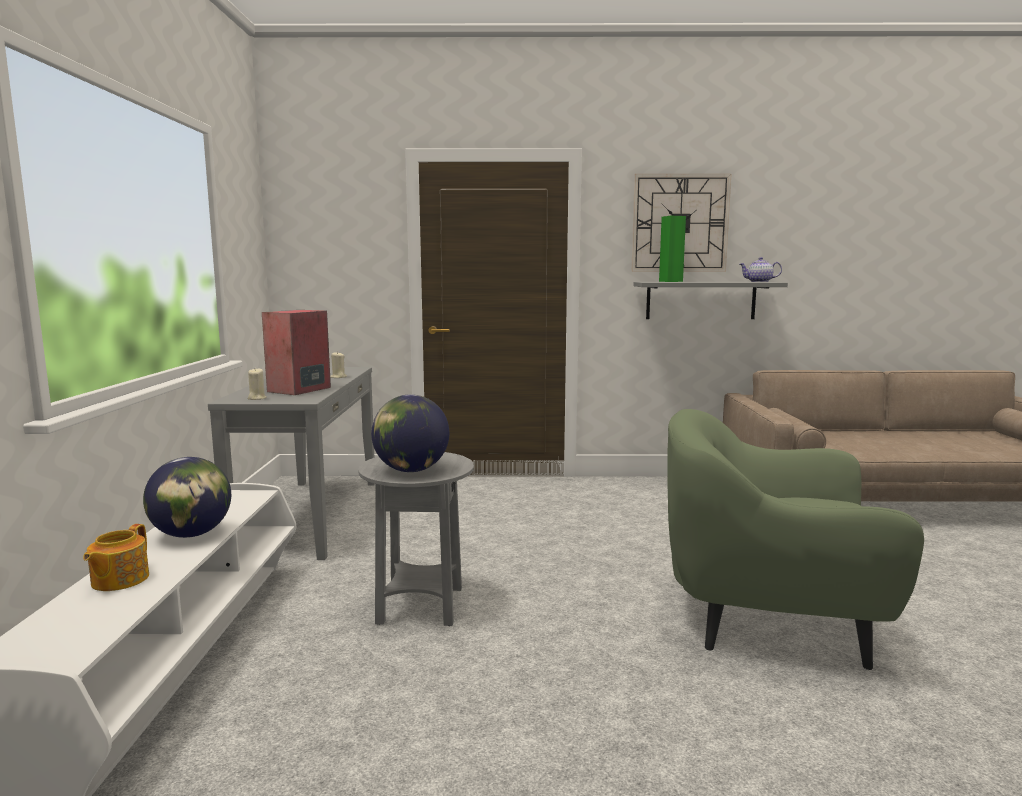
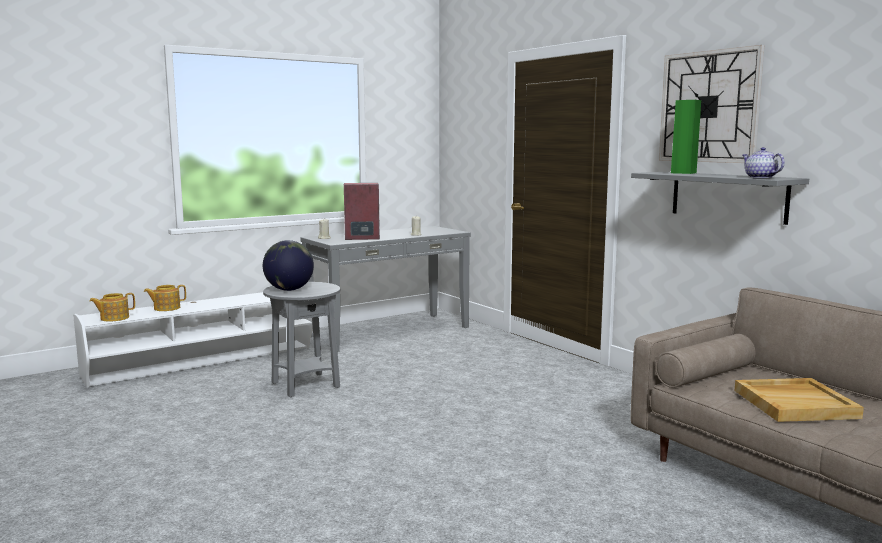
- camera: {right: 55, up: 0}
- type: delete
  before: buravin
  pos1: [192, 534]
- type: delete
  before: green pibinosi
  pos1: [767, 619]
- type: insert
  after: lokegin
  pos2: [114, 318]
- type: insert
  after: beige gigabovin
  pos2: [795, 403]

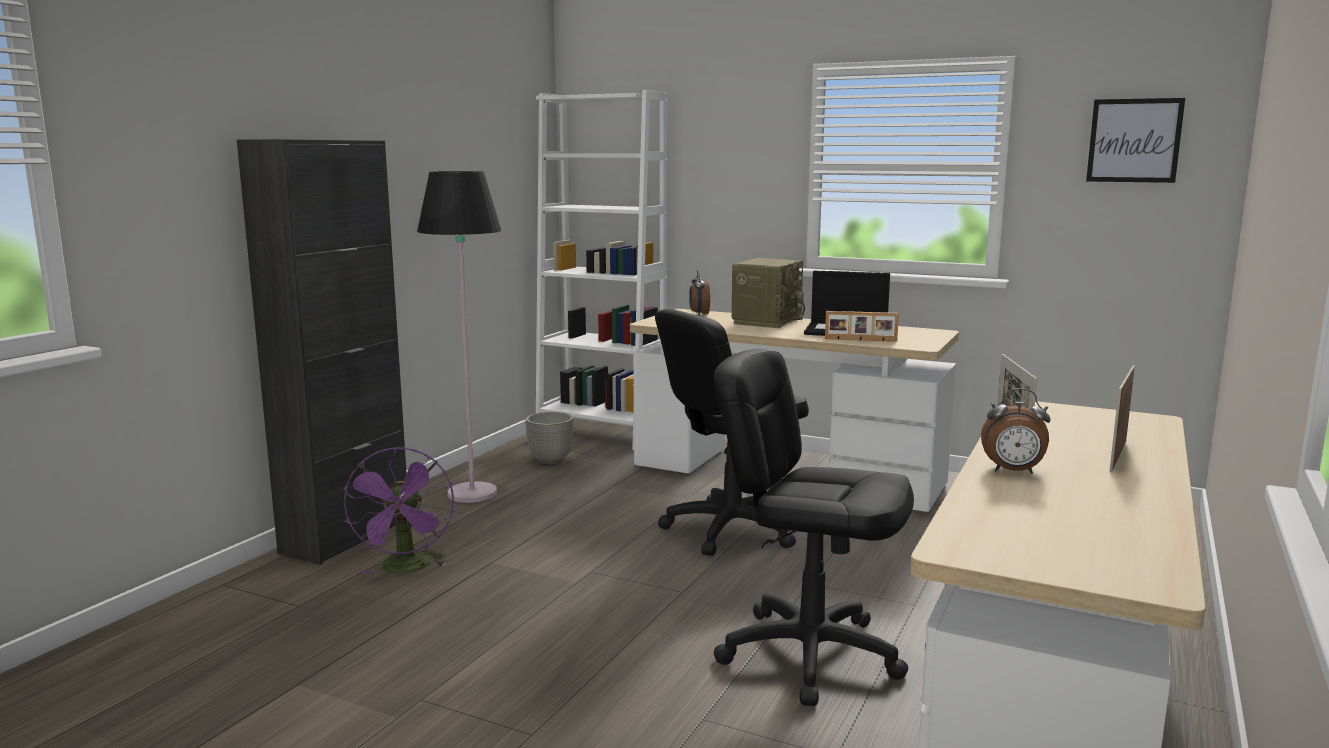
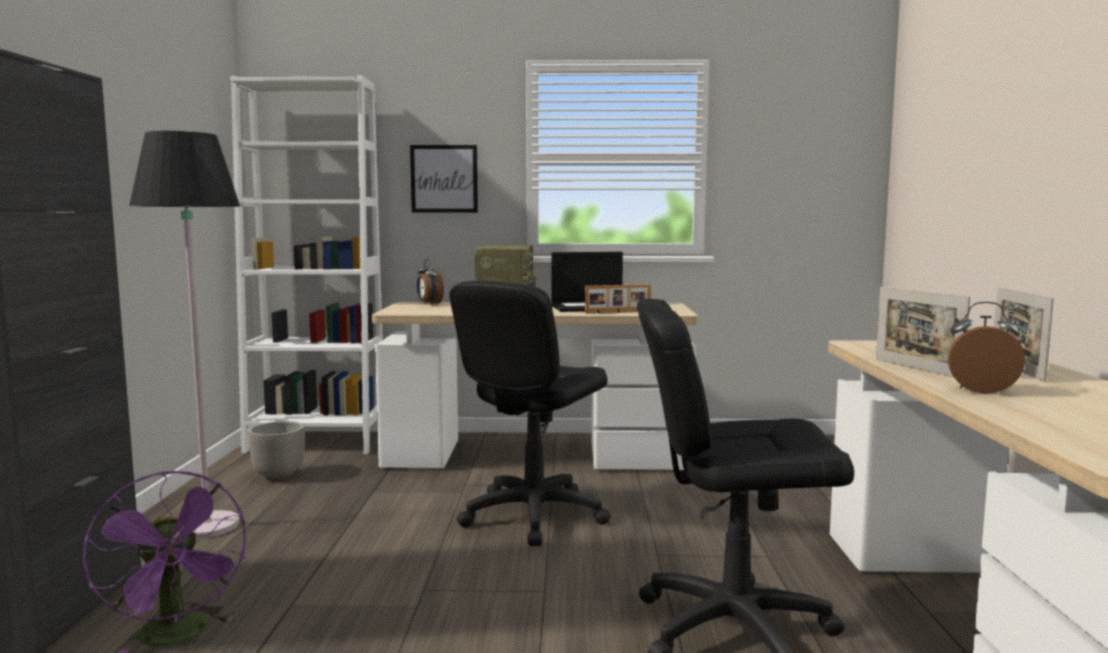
- camera: {right: -25, up: -5}
- type: rotate
  before: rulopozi
  pos1: [1013, 471]
  pos2: [980, 390]
  turn: -150
- type: move
  before: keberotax
  pos1: [1134, 140]
  pos2: [444, 179]

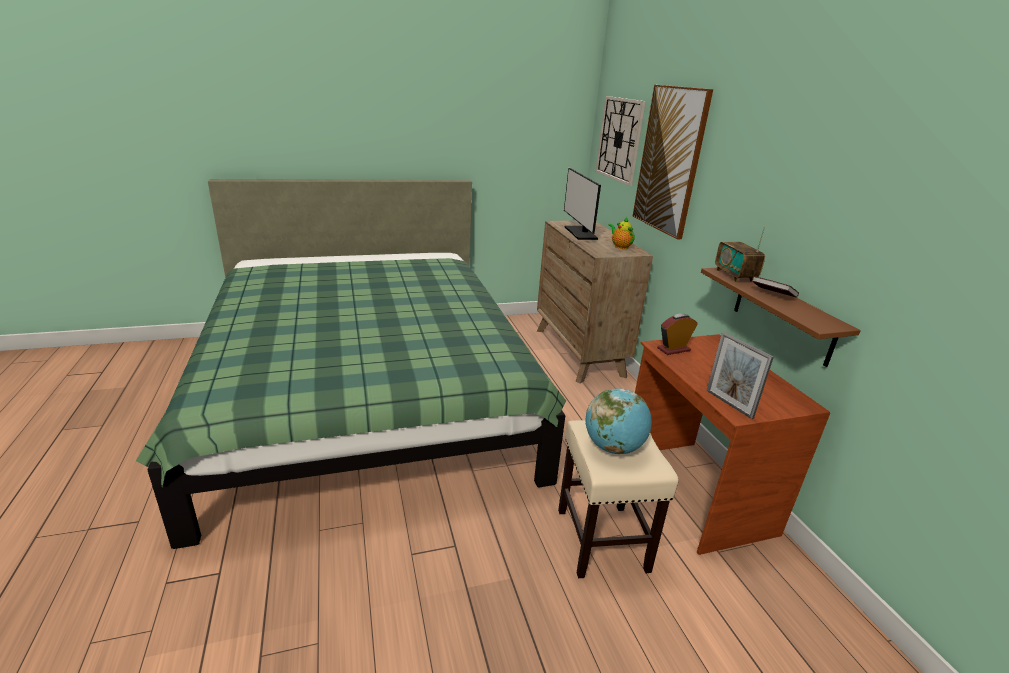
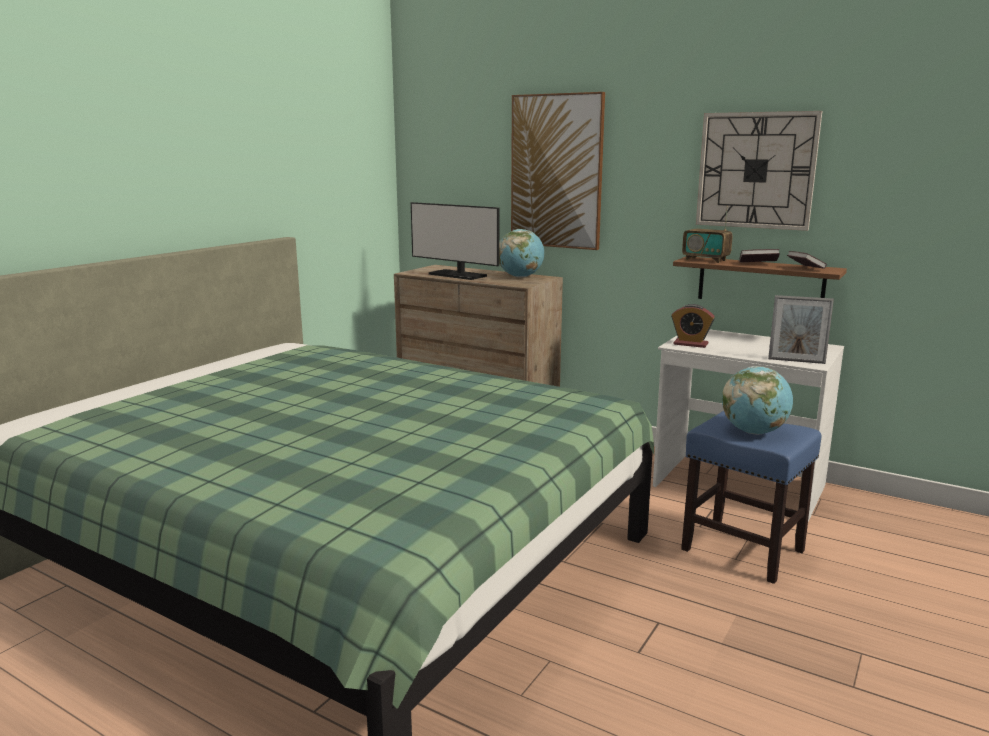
- camera: {right: -40, up: -10}
- type: recolor
  before: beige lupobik
  after: blue lupobik
  pos1: [601, 538]
  pos2: [741, 550]
- type: move
  before: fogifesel
  pos1: [619, 139]
  pos2: [756, 170]
- type: replace
  before: lokegin
  after: buravin
  pos1: [620, 246]
  pos2: [520, 277]
- type: recolor
  before: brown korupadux
  after: white korupadux
  pos1: [693, 491]
  pos2: [738, 486]
- type: rotate
  before: rulopozi
  pos1: [673, 349]
  pos2: [690, 344]
  turn: -90
- type: insert
  after: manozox
  pos2: [805, 268]

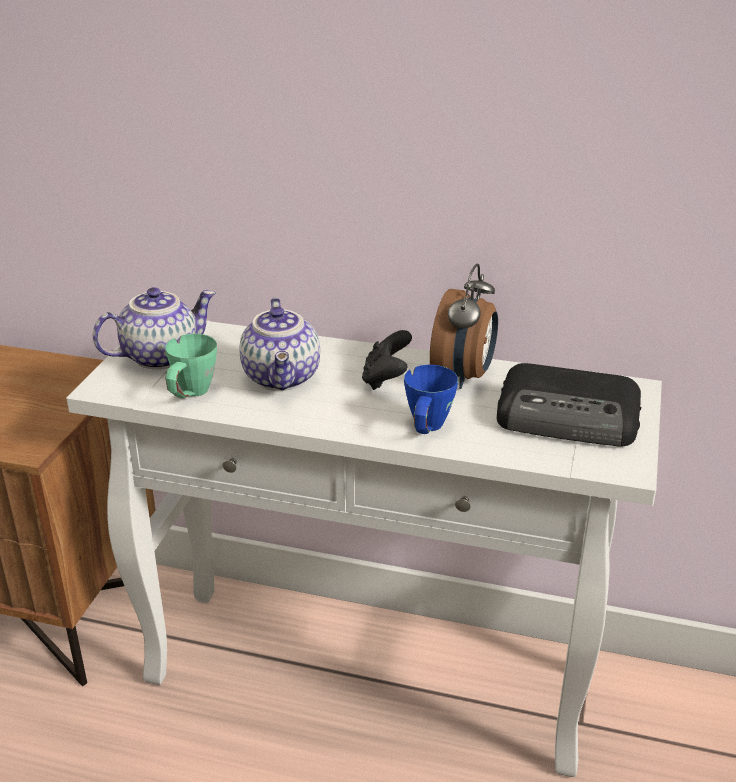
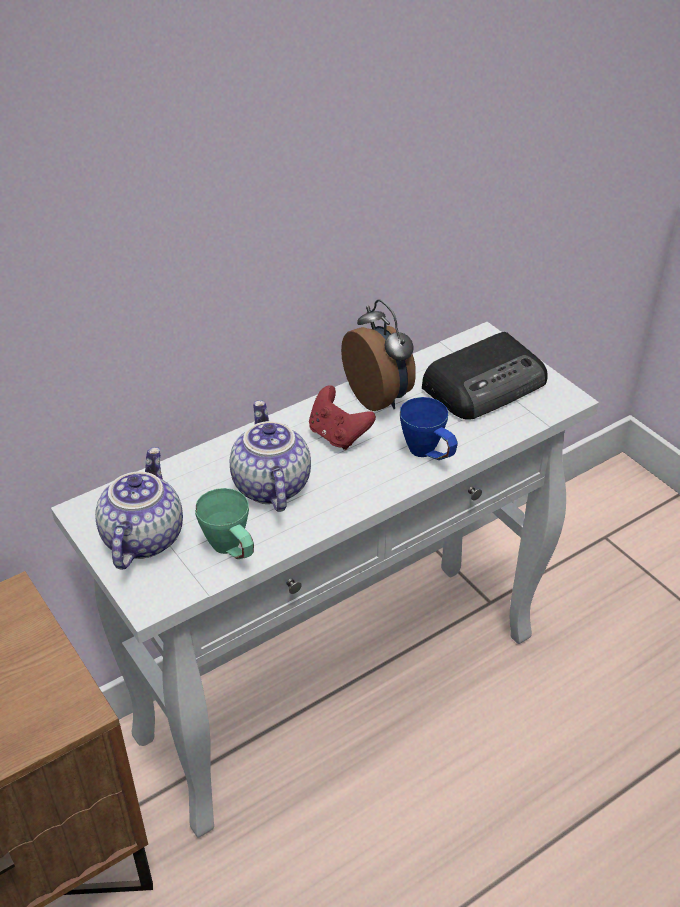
- camera: {right: -50, up: 10}
- type: rotate
  before: lokegin
  pos1: [283, 378]
  pos2: [269, 486]
  turn: -135
- type: recolor
  before: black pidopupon
  after: red pidopupon
  pos1: [386, 379]
  pos2: [338, 435]

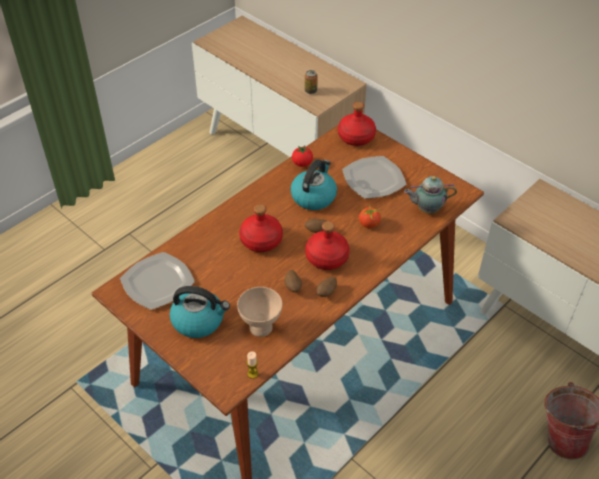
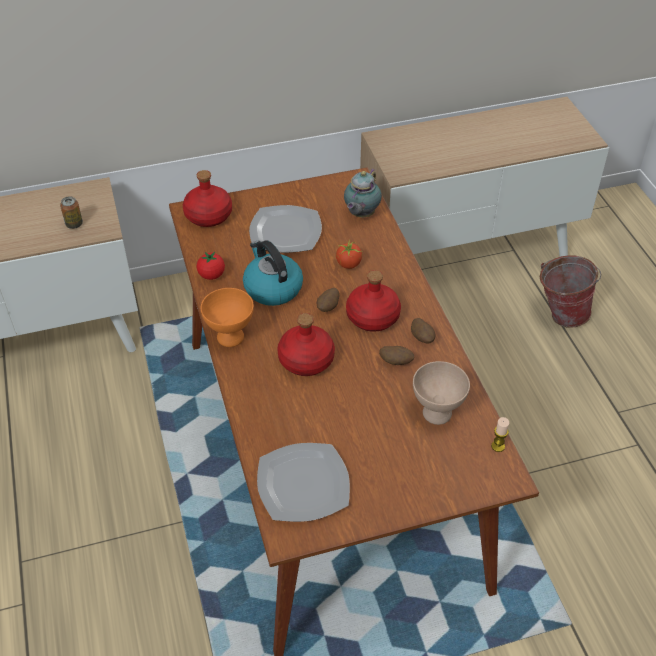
- camera: {right: -60, up: 0}
- type: delete
  before: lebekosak
  pos1: [199, 320]
- type: insert
  after: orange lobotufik
  pos2: [229, 337]

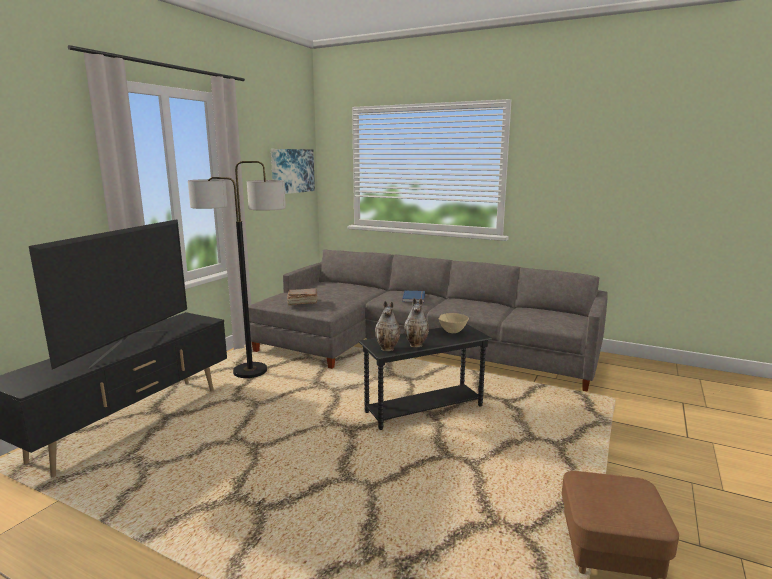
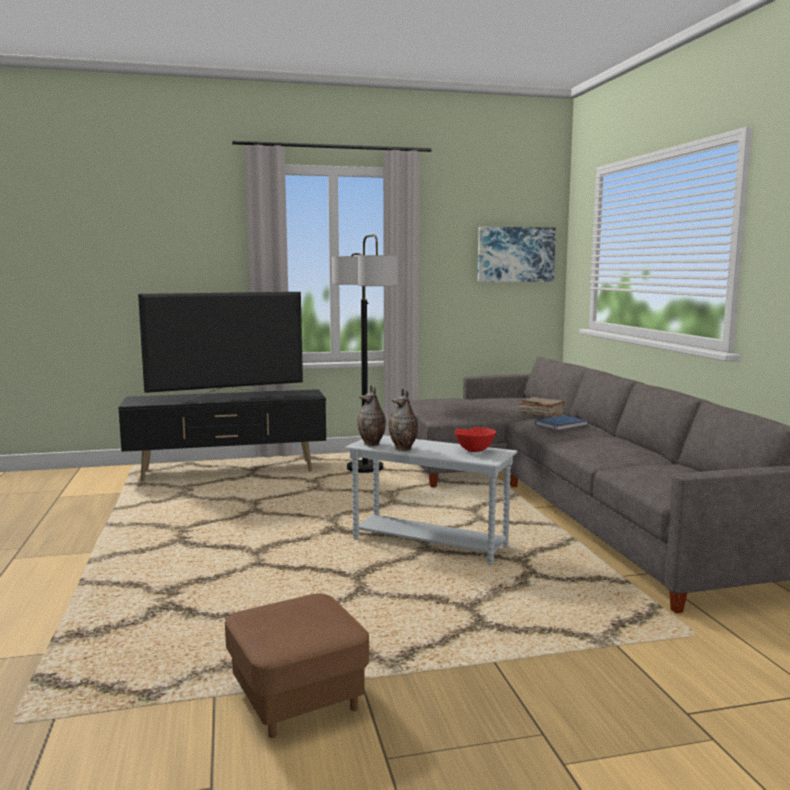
- camera: {right: 50, up: -5}
- type: move
  before: brown manozox
  pos1: [302, 302]
  pos2: [540, 414]
- type: recolor
  before: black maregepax
  after: white maregepax
  pos1: [423, 409]
  pos2: [429, 543]
- type: recolor
  before: beige lobotufik
  after: red lobotufik
  pos1: [452, 331]
  pos2: [474, 451]

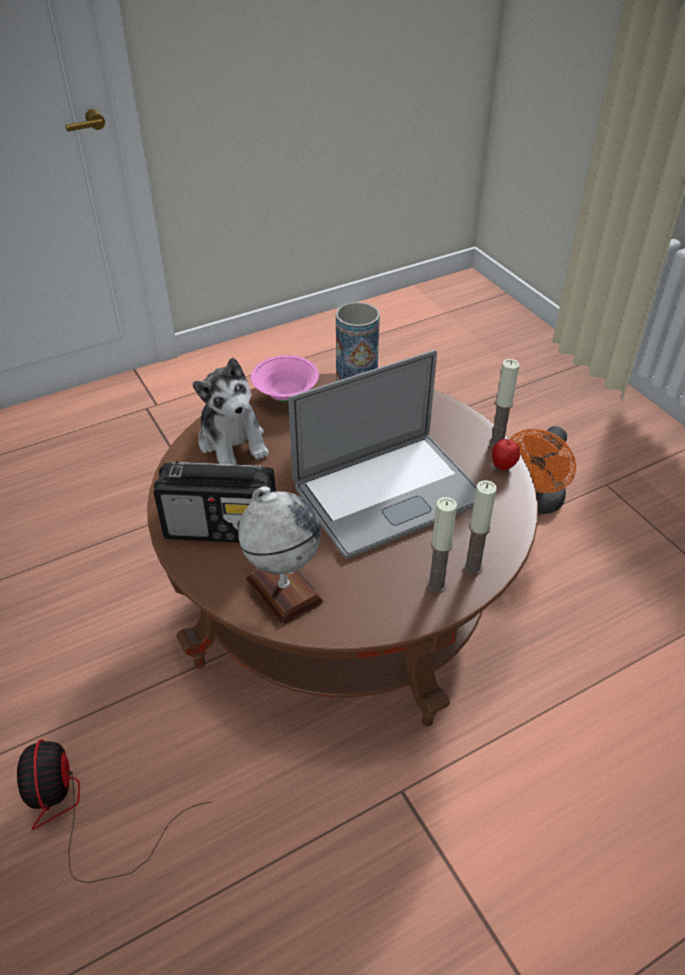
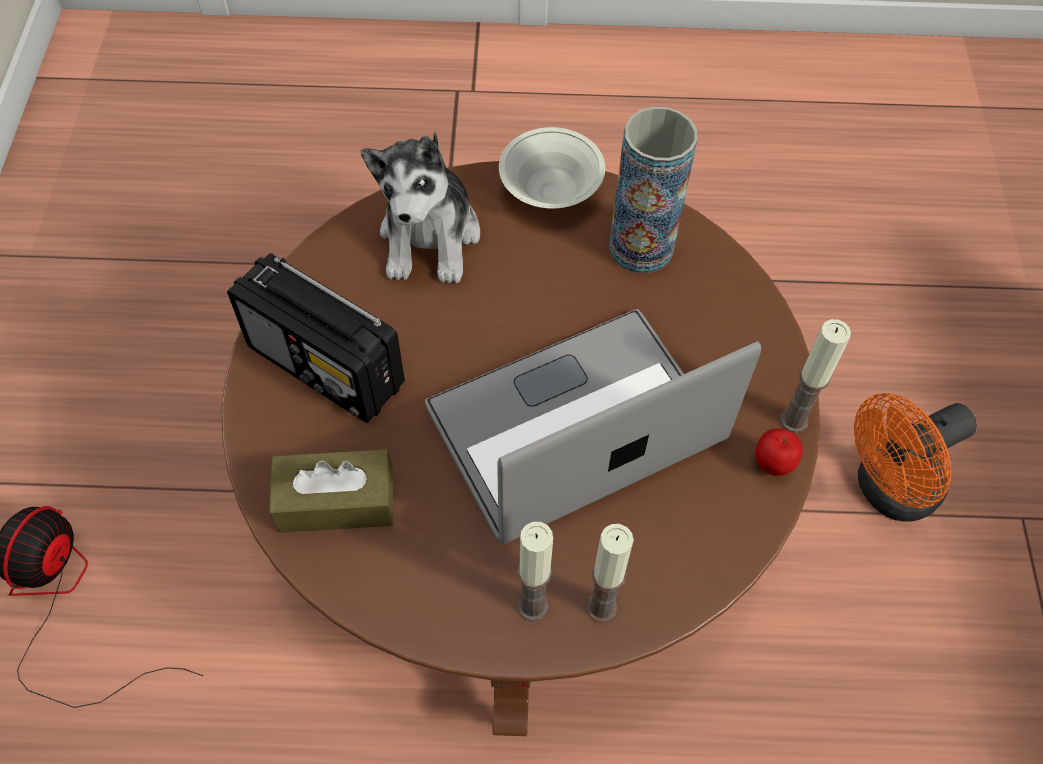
- camera: {right: 30, up: 15}
- type: replace
  before: buravin
  after: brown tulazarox
  pos1: [284, 590]
  pos2: [336, 501]
- type: recolor
  before: pink lobotufik
  after: white lobotufik
  pos1: [286, 396]
  pos2: [551, 194]
- type: rotate
  before: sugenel
  pos1: [388, 493]
  pos2: [574, 425]
  turn: 150

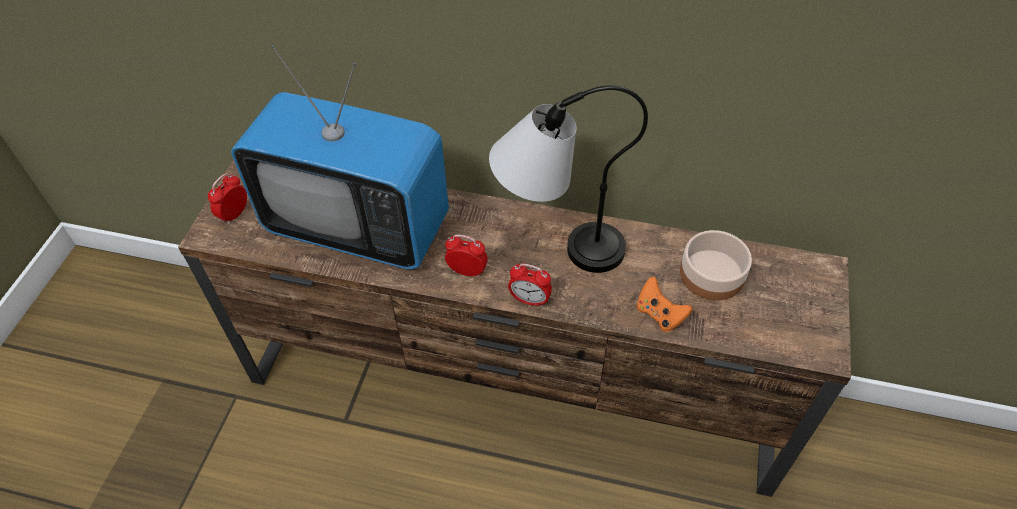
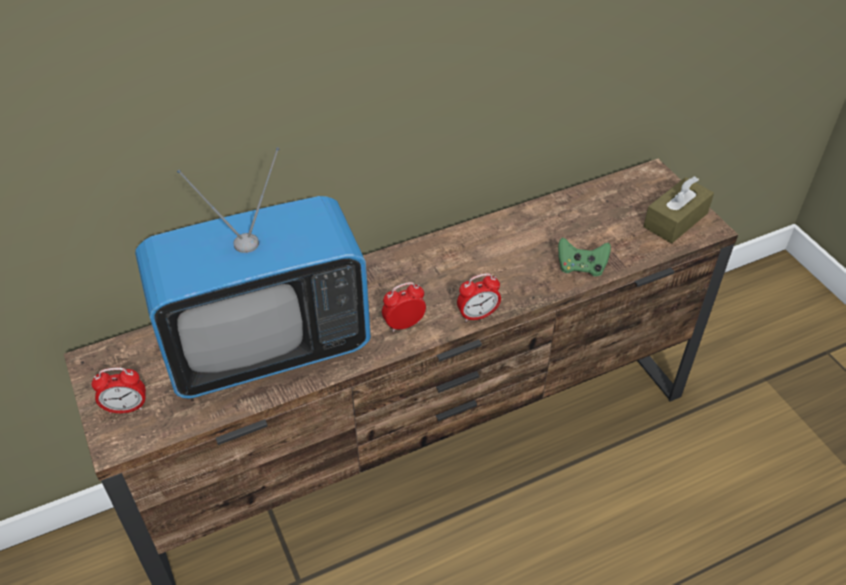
- camera: {right: -40, up: -5}
- type: rotate
  before: rulopozi
  pos1: [234, 214]
  pos2: [126, 408]
  turn: -90
- type: delete
  before: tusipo
  pos1: [555, 246]
- type: recolor
  before: orange pidopupon
  after: green pidopupon
  pos1: [659, 314]
  pos2: [581, 267]
- type: delete
  before: lobotufik
  pos1: [711, 275]
- type: insert
  after: brown tulazarox
  pos2: [675, 220]

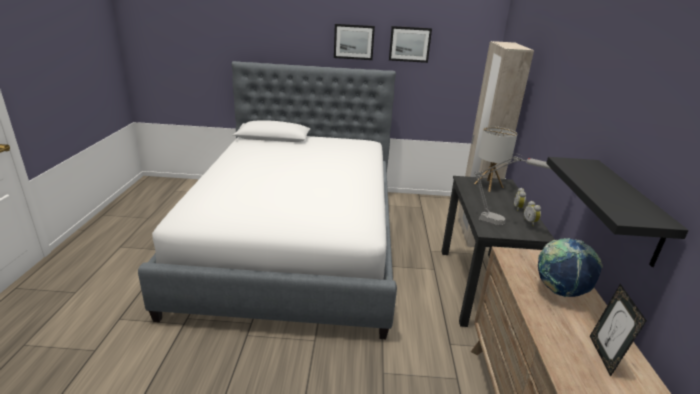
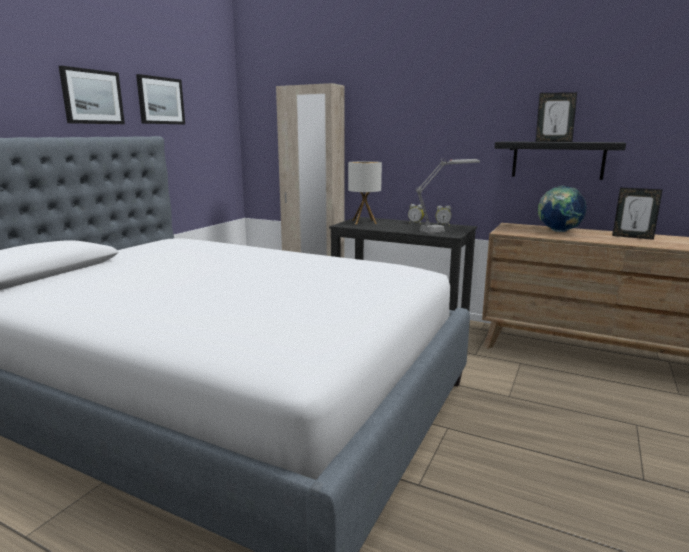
- camera: {right: -65, up: -10}
- type: insert
  after: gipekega
  pos2: [553, 141]

